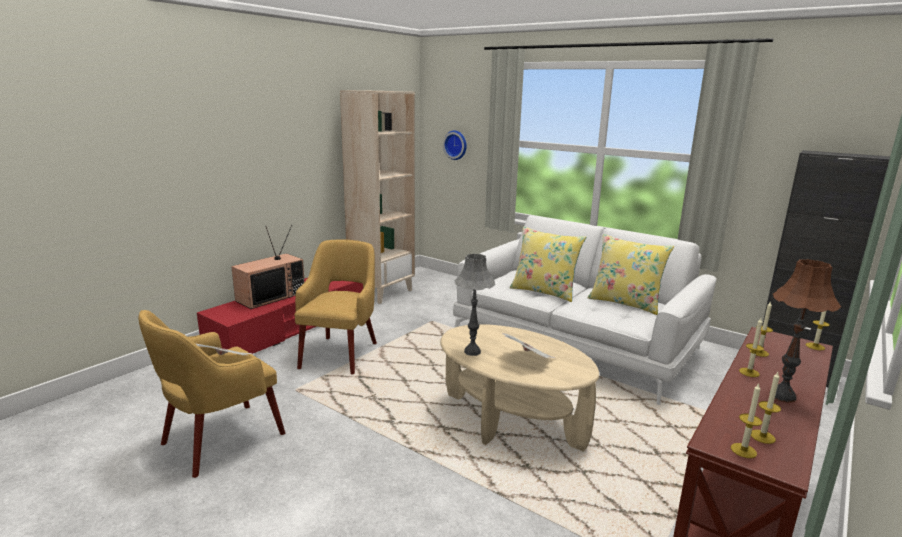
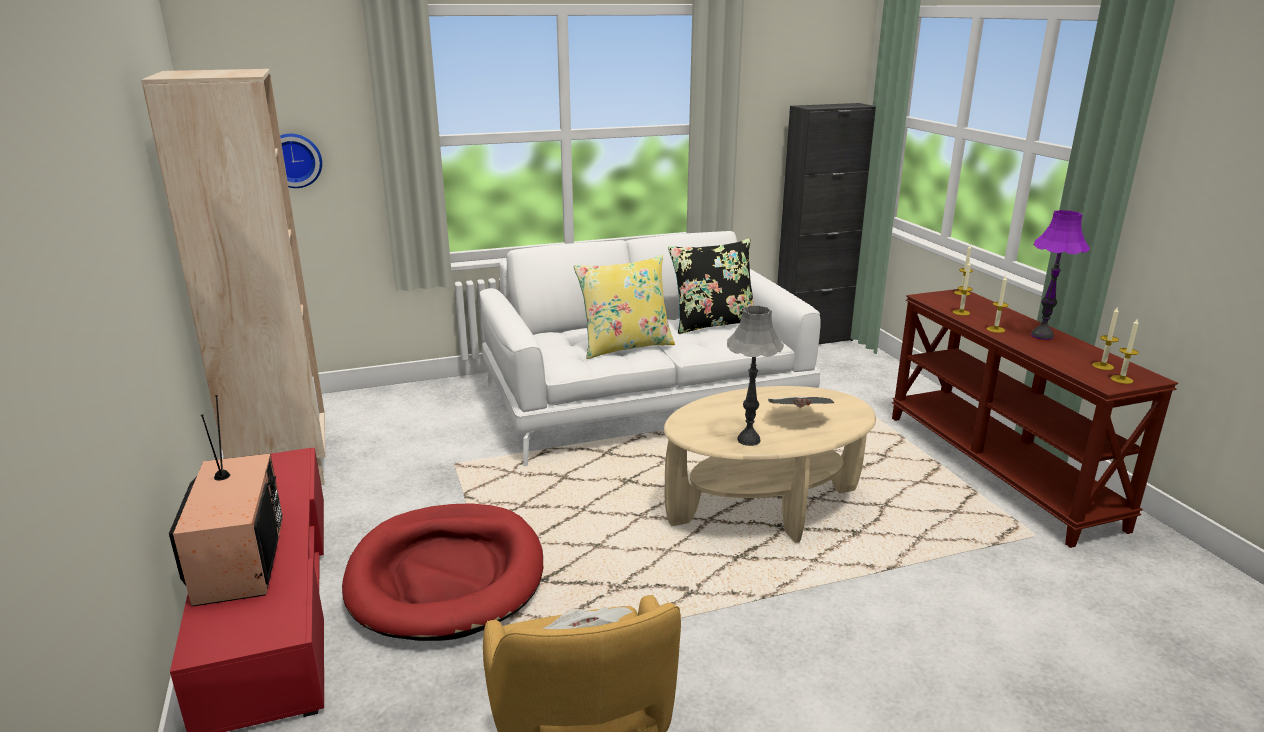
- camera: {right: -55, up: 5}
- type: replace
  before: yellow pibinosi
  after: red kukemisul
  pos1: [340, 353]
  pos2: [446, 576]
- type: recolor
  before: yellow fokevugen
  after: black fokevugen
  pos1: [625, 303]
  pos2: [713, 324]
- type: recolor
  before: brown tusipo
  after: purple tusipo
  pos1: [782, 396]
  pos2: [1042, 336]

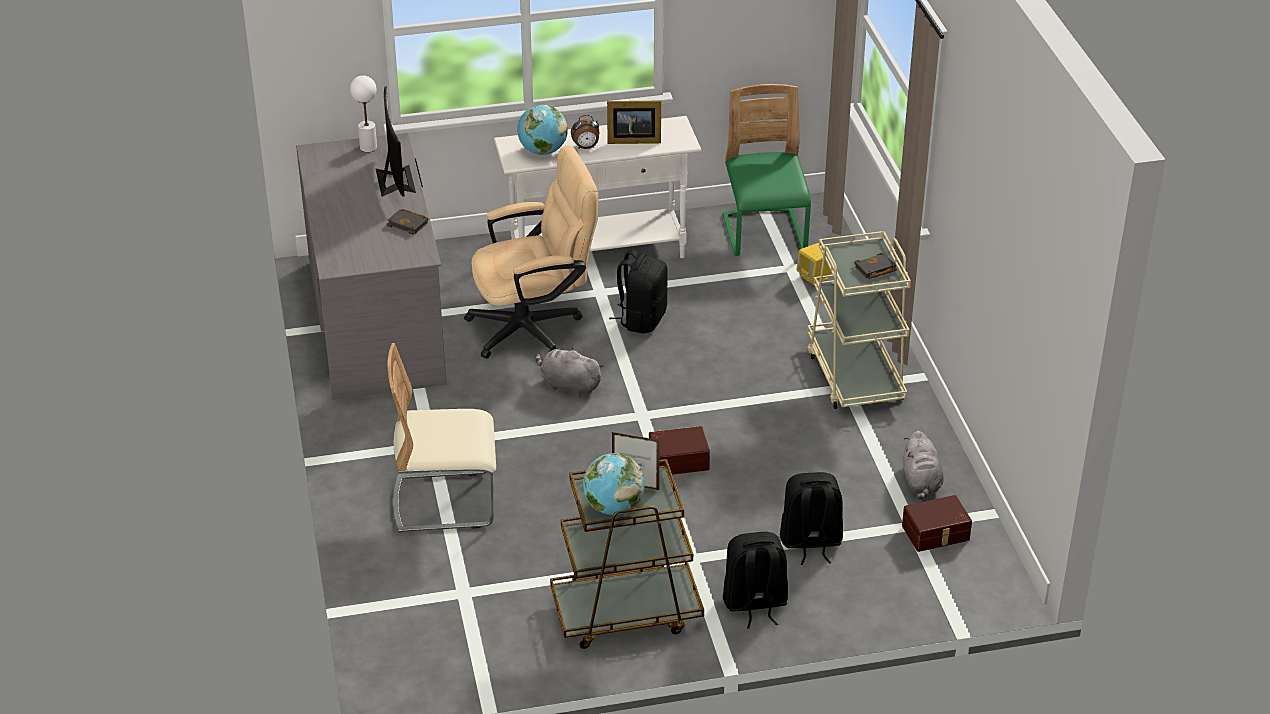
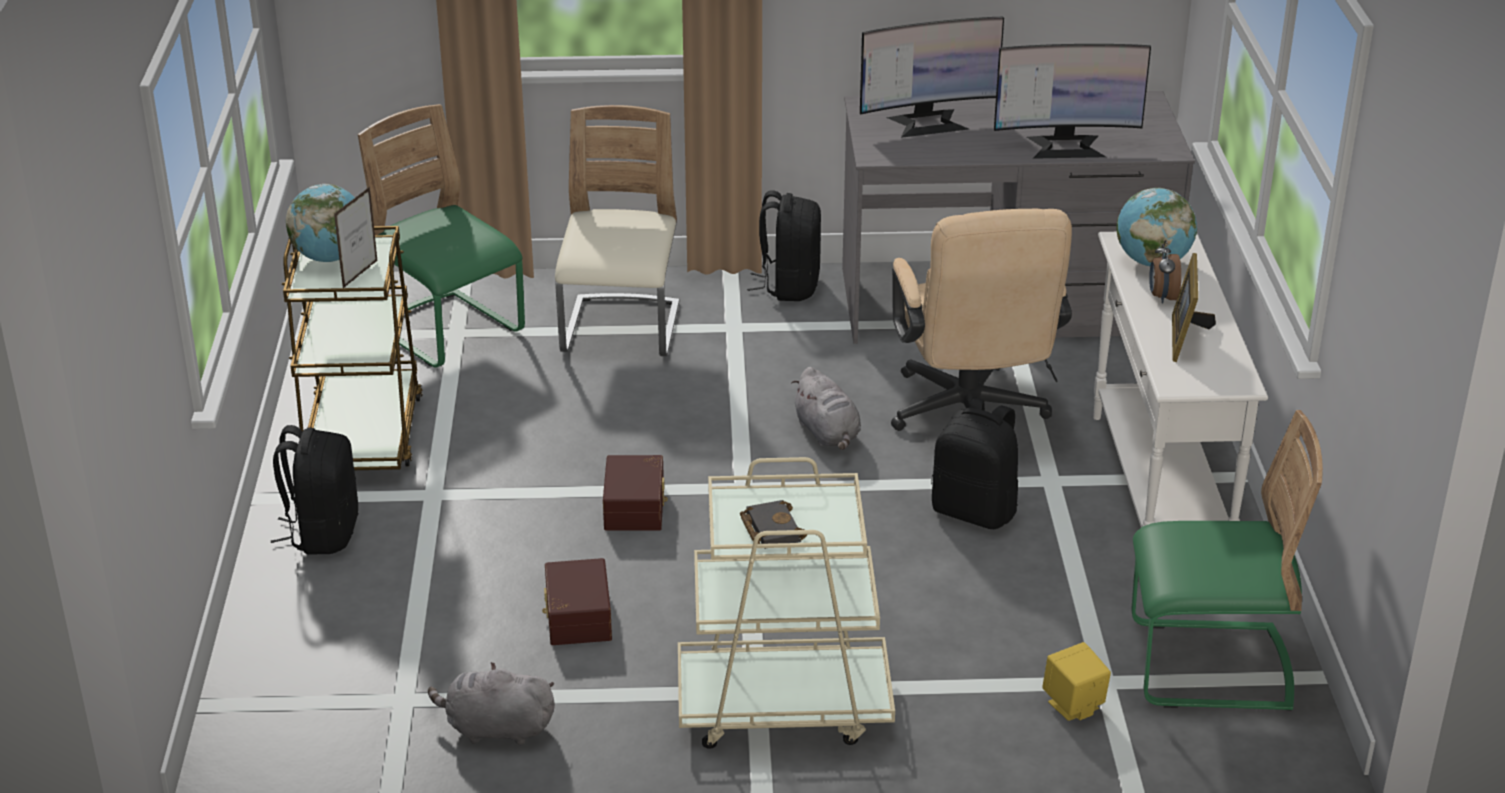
- camera: {right: 100, up: -5}
- type: delete
  before: white tusipo
  pos1: [368, 147]
- type: delete
  before: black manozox
  pos1: [409, 224]
- type: rotate
  before: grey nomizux
  pos1: [568, 385]
  pos2: [828, 434]
  turn: 120
- type: move
  before: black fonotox
  pos1: [810, 542]
  pos2: [789, 286]
- type: move
  before: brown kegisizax
  pos1: [936, 533]
  pos2: [576, 616]
- type: insert
  after: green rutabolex
  pos2: [448, 332]
- type: insert
  after: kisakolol
  pos2: [927, 123]

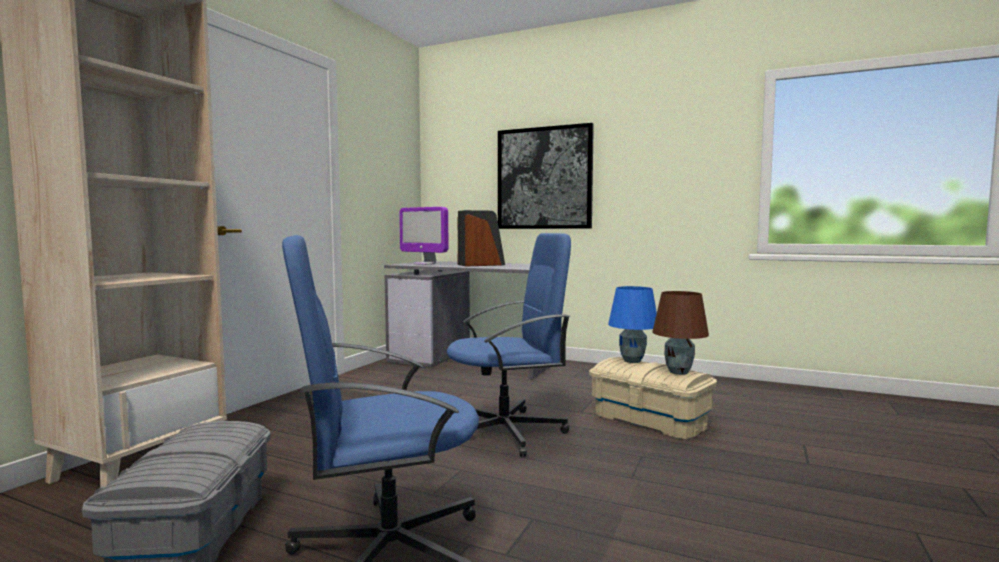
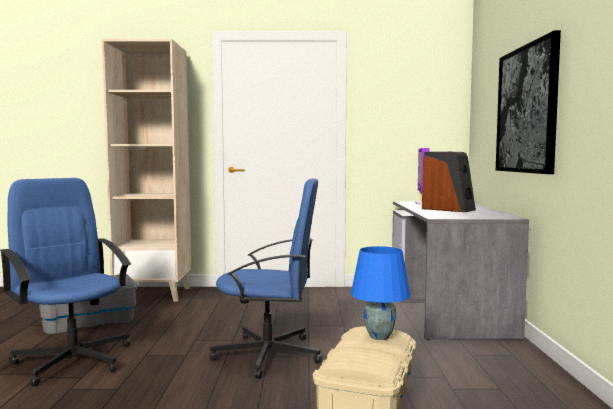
- camera: {right: 65, up: 0}
- type: rotate
  before: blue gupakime
  pos1: [506, 432]
  pos2: [269, 355]
  turn: -45
- type: delete
  before: brown tusipo
  pos1: [679, 372]

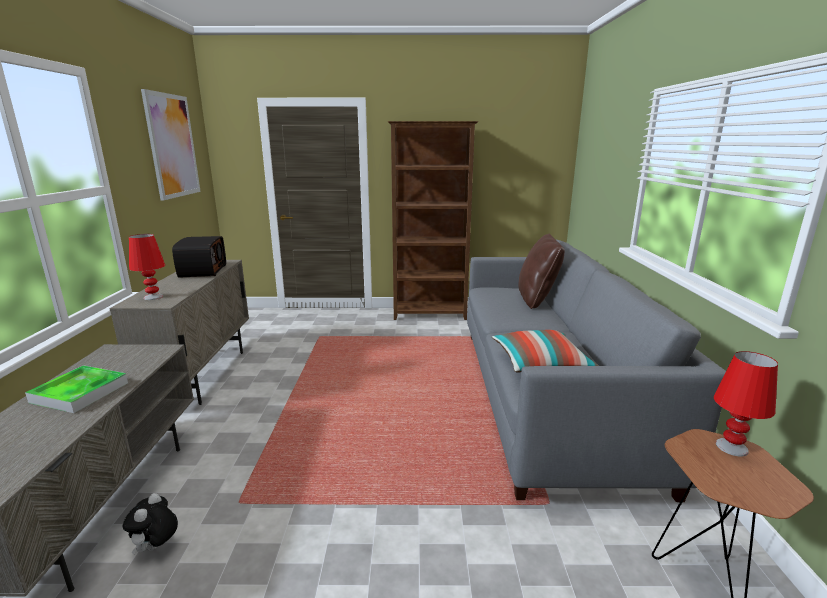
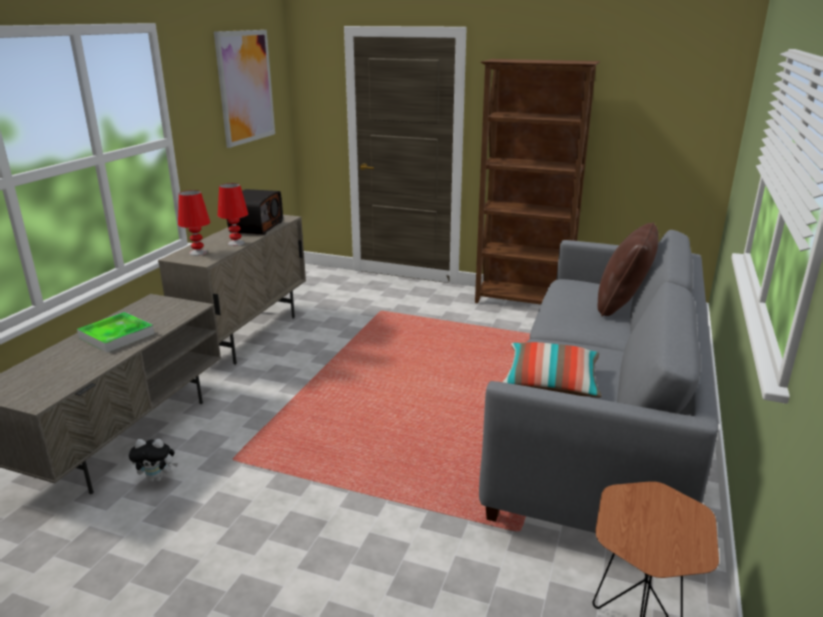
- camera: {right: 20, up: 5}
- type: rotate
  before: nomizux
  pos1: [156, 547]
  pos2: [157, 478]
  turn: -120
- type: move
  before: red tusipo
  pos1: [732, 447]
  pos2: [236, 243]

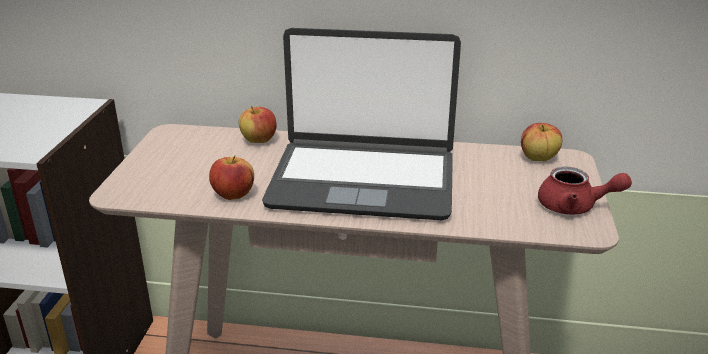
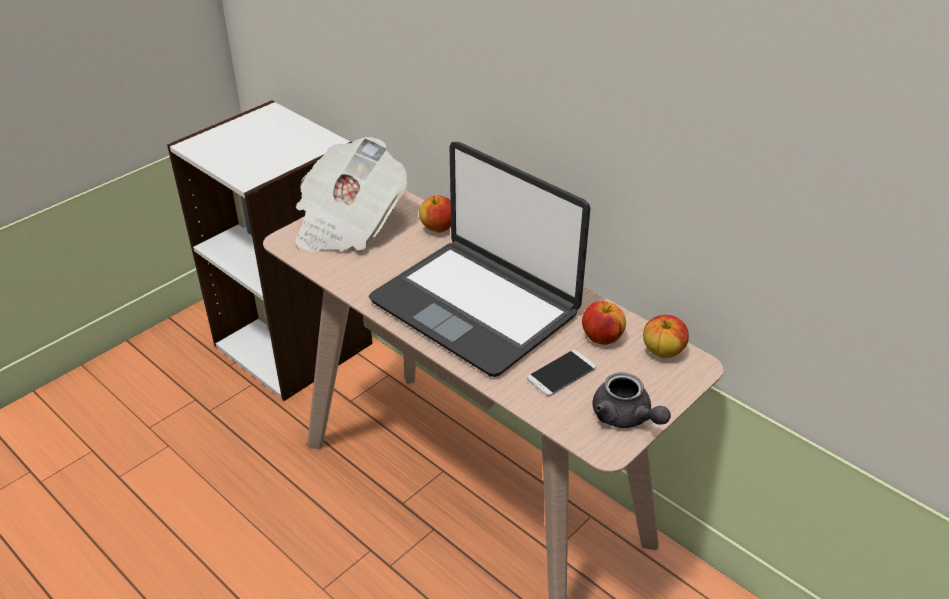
- camera: {right: 35, up: 10}
- type: move
  before: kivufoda
  pos1: [233, 195]
  pos2: [601, 337]
- type: recolor
  before: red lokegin
  after: grey lokegin
  pos1: [574, 207]
  pos2: [626, 417]
- type: insert
  after: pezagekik
  pos2: [348, 223]
- type: insert
  after: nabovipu
  pos2: [561, 373]

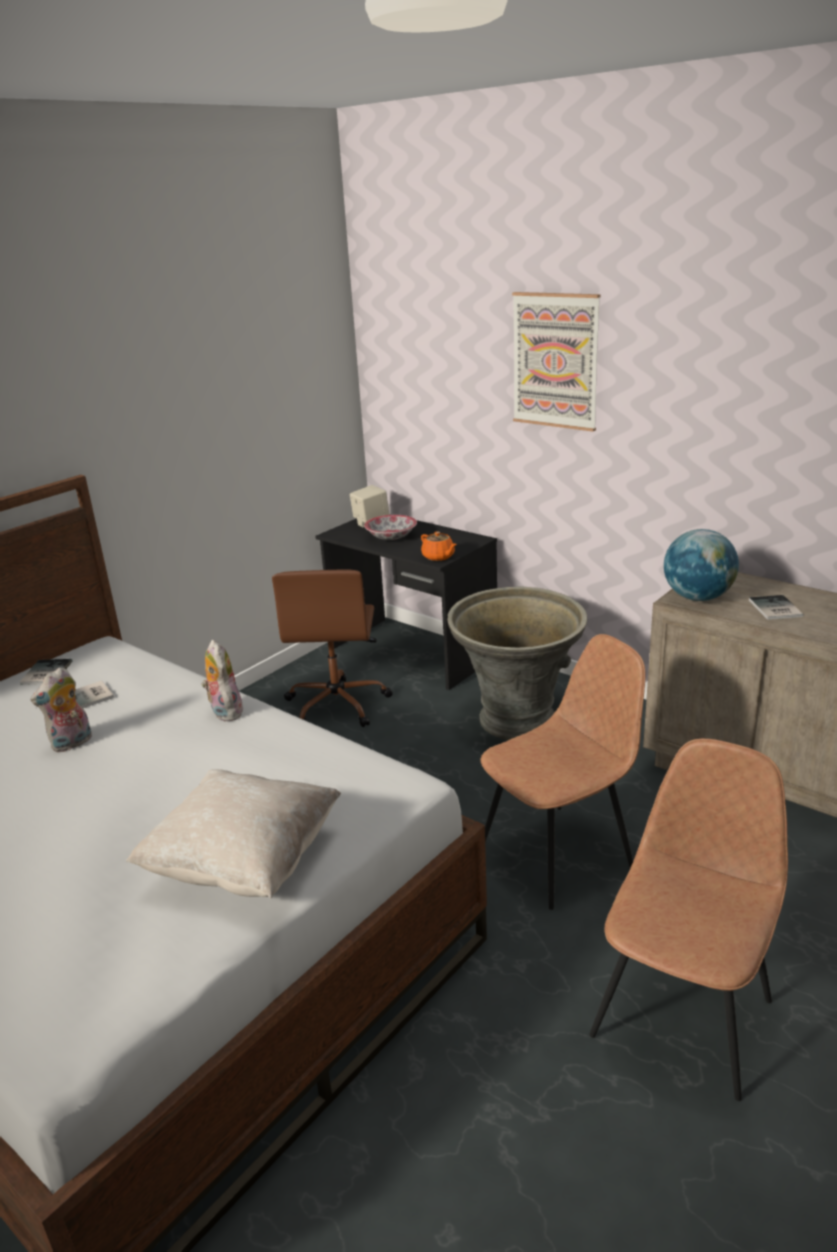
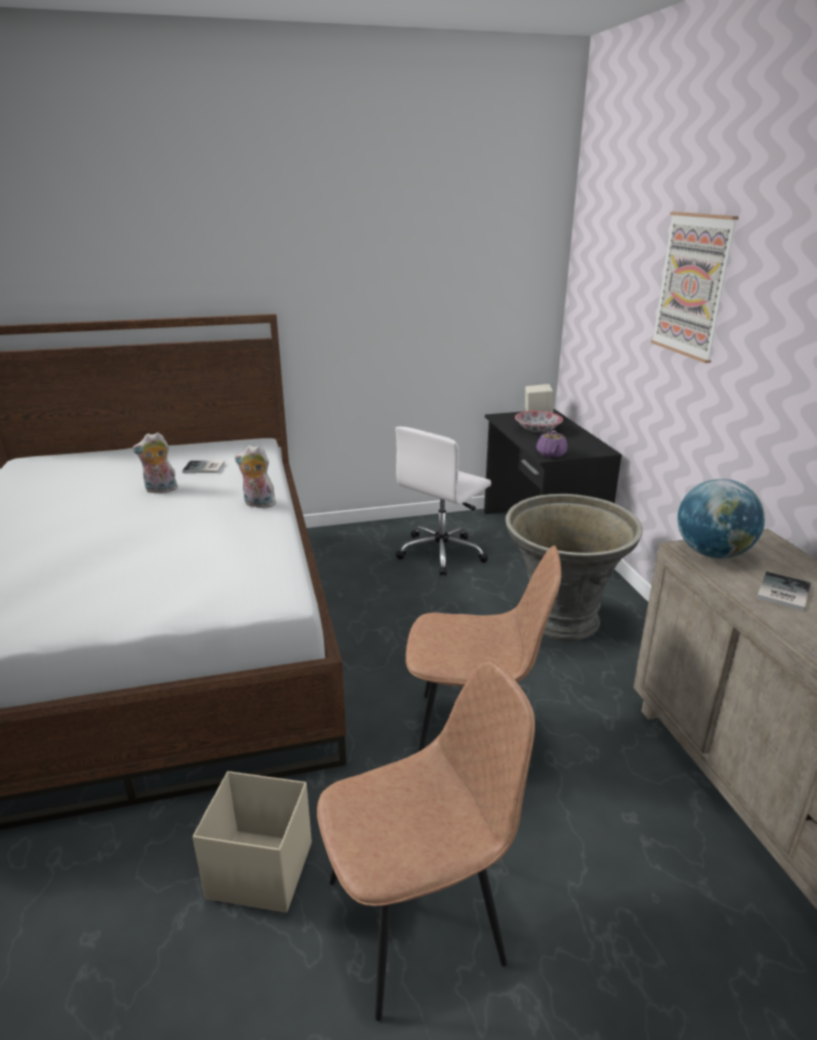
- camera: {right: 35, up: 0}
- type: delete
  before: manozox
  pos1: [45, 673]
- type: delete
  before: beige fokevugen
  pos1: [244, 863]
- type: rotate
  before: nomizux
  pos1: [224, 711]
  pos2: [258, 504]
  turn: -90
- type: recolor
  before: brown gupakime
  after: white gupakime
  pos1: [338, 704]
  pos2: [442, 553]
- type: recolor
  before: orange lokegin
  after: purple lokegin
  pos1: [438, 557]
  pos2: [551, 454]
- type: insert
  after: beige kegisizax
  pos2: [259, 869]

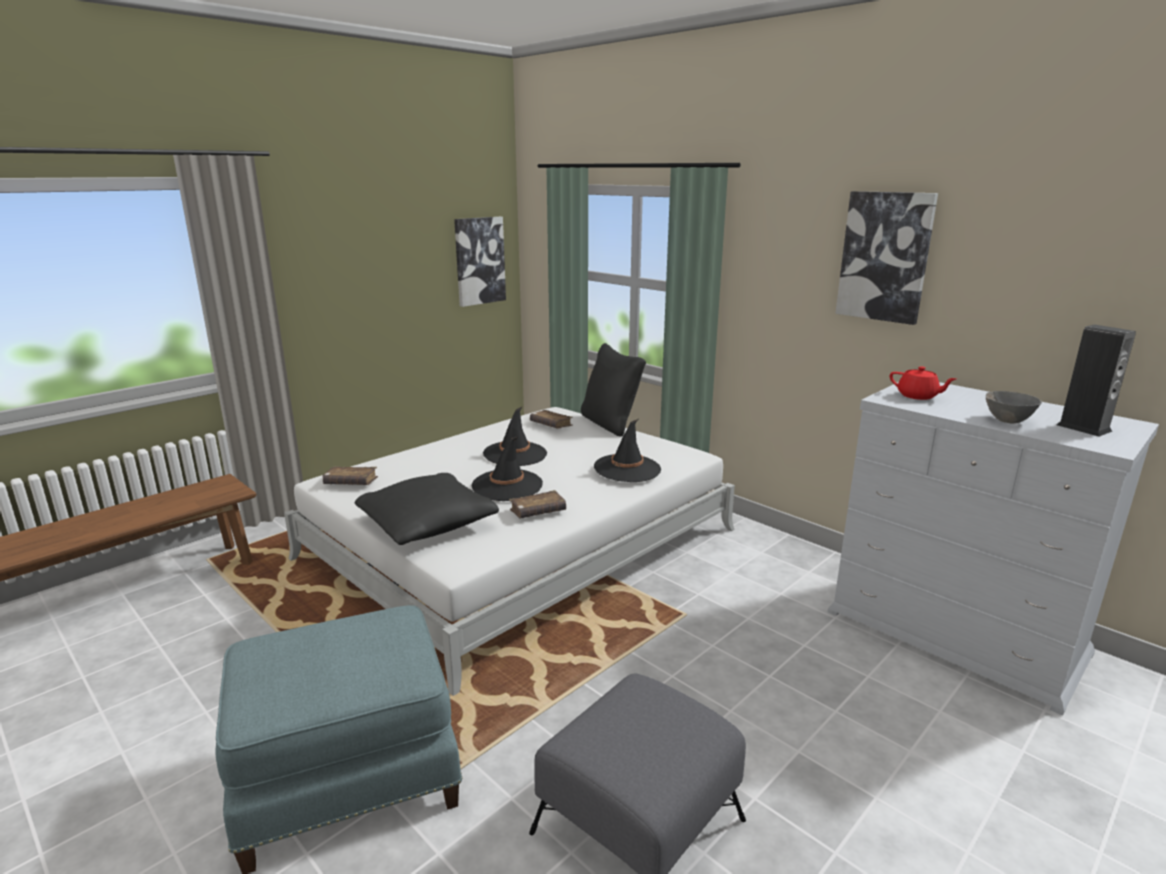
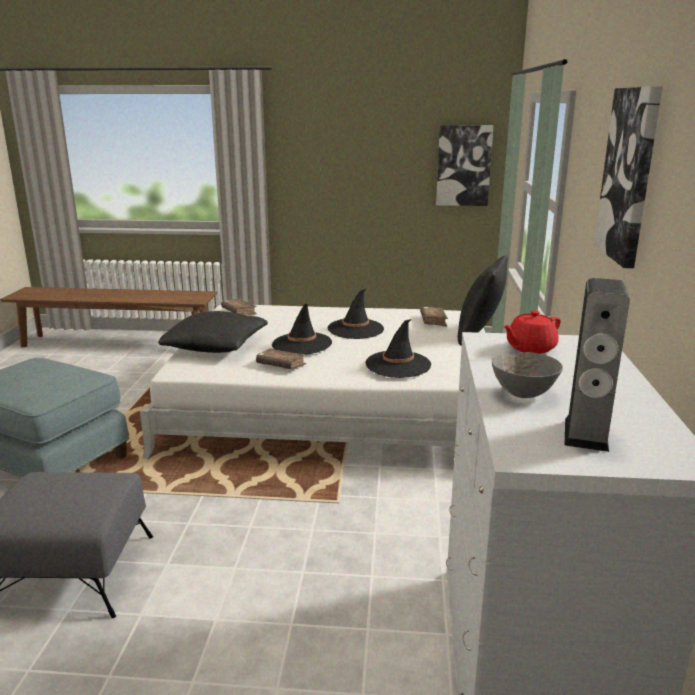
- camera: {right: 50, up: 0}
- type: rotate
  before: red lokegin
  pos1: [918, 396]
  pos2: [530, 348]
  turn: 60

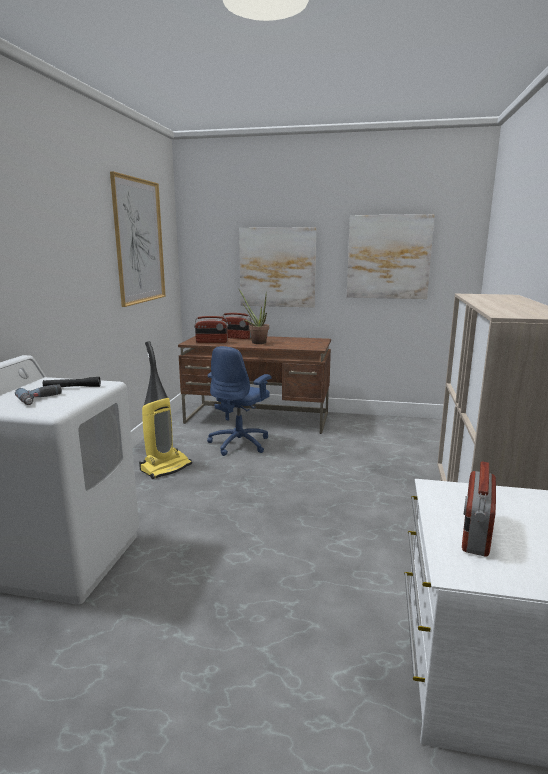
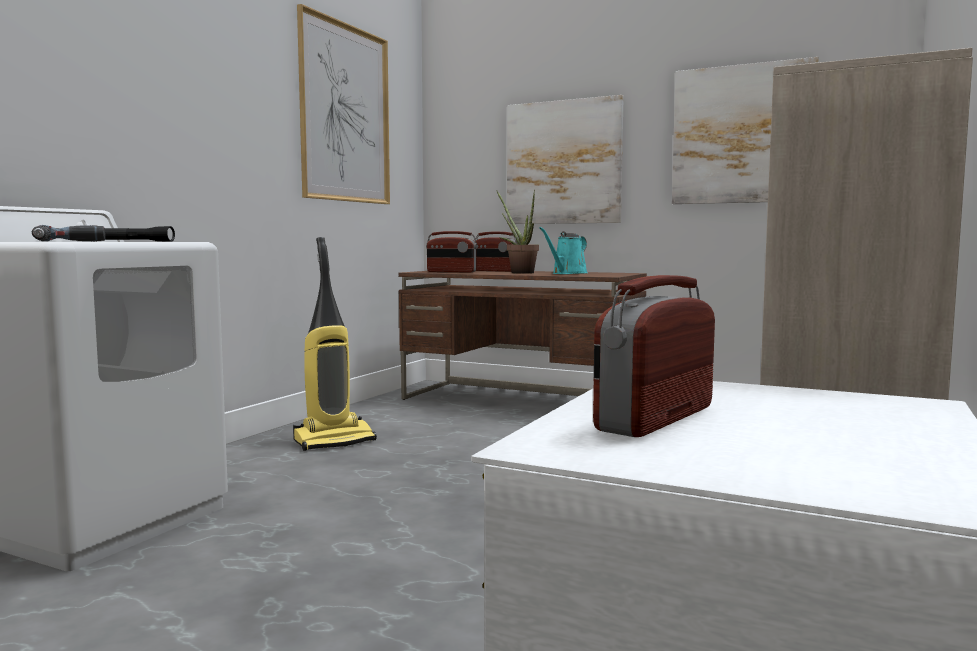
- camera: {right: 15, up: -10}
- type: delete
  before: blue gupakime
  pos1: [240, 443]
- type: insert
  after: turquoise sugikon
  pos2: [567, 273]

